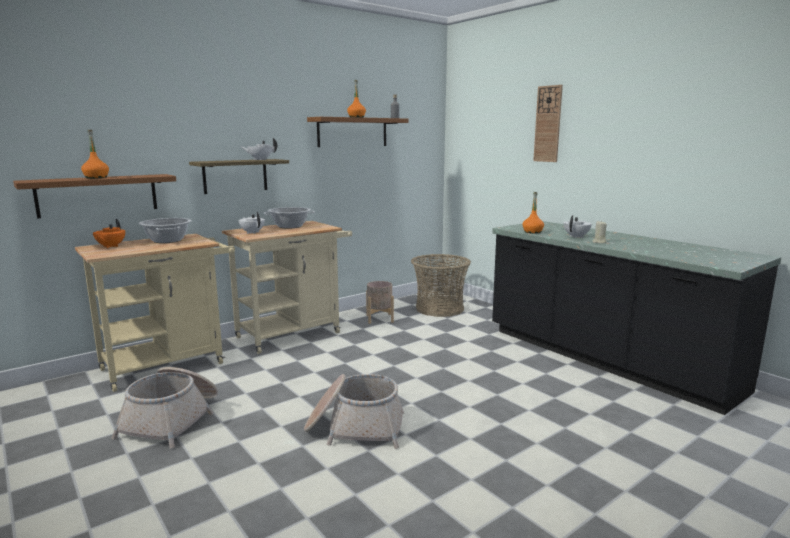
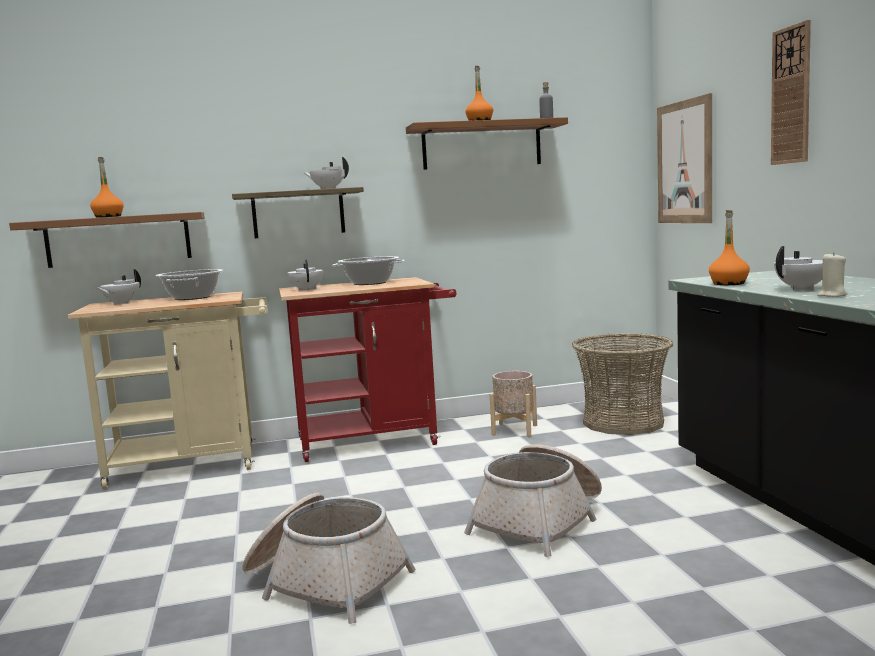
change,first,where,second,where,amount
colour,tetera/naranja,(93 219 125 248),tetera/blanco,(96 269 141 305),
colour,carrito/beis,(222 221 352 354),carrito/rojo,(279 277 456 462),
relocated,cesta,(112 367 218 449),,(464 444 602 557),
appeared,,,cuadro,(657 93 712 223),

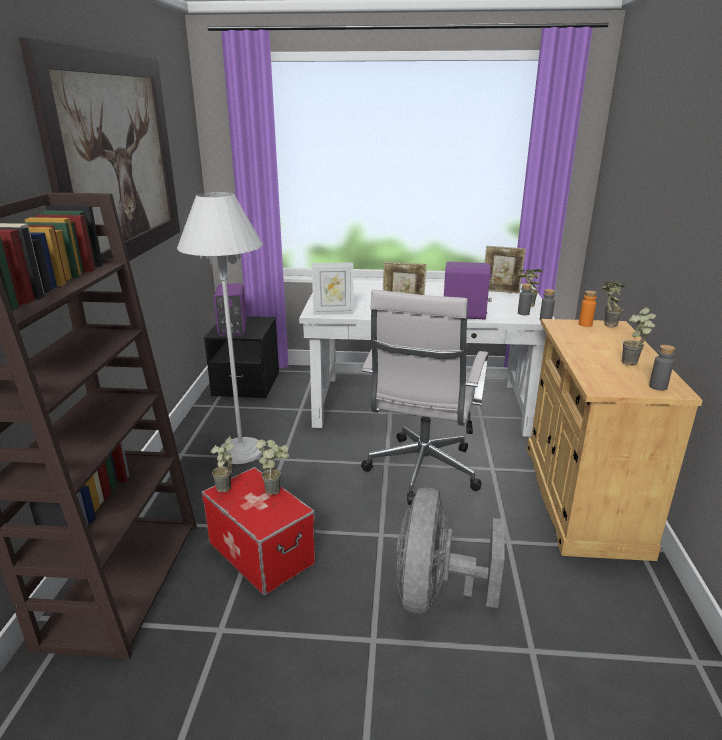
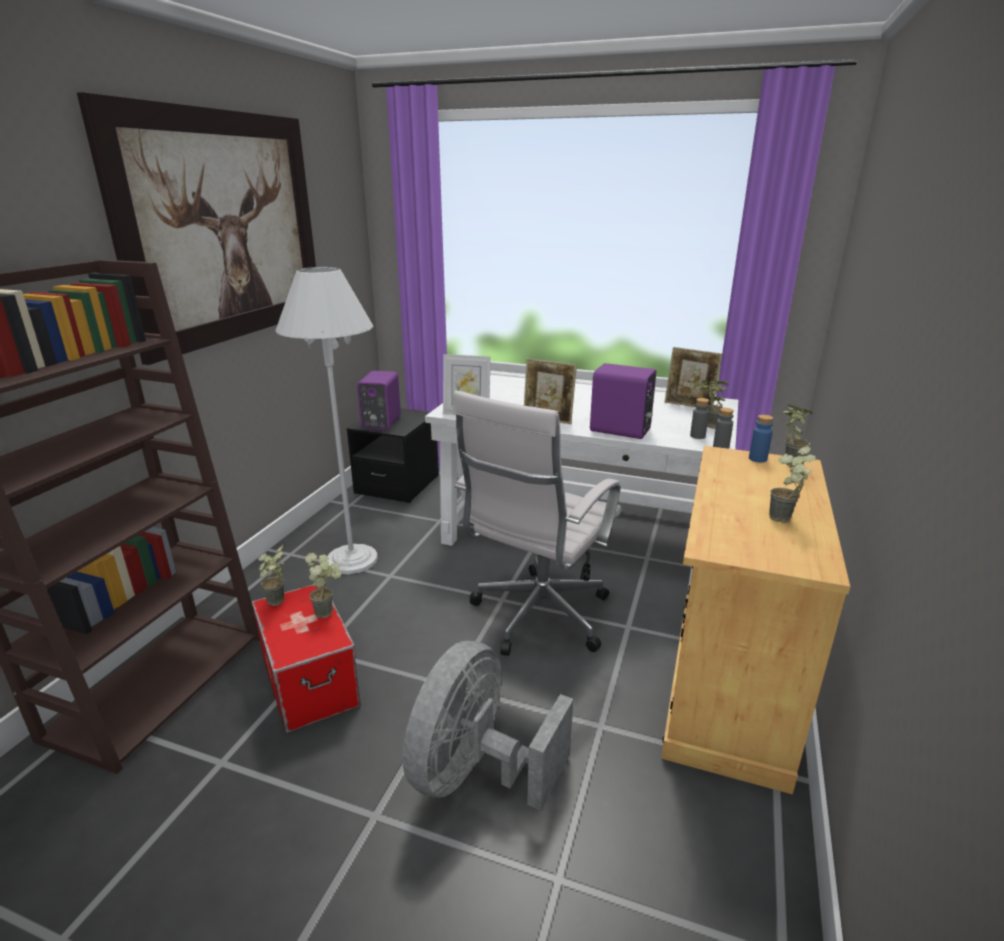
change,first,where,second,where,amount
colour,botella/naranja,(579 291 597 327),botella/azul,(749 415 773 463),
missing,botella/gris,(649 345 675 391),,,

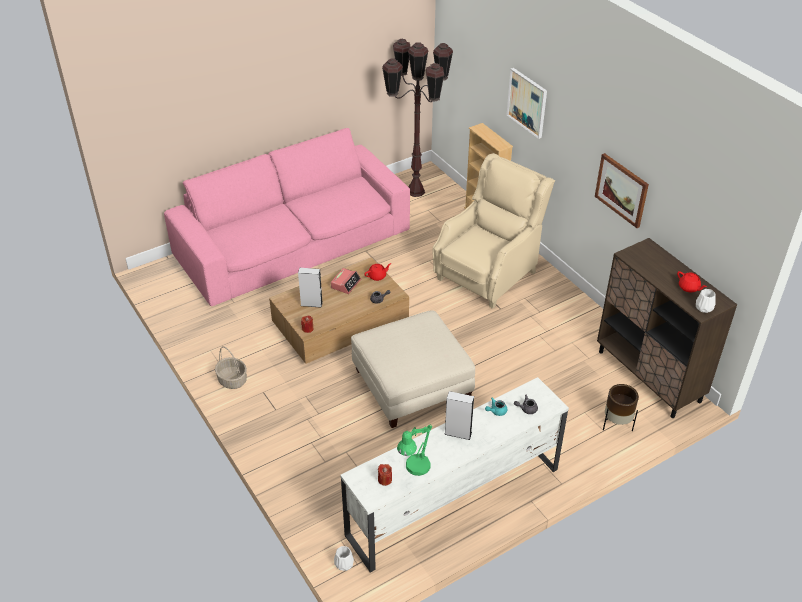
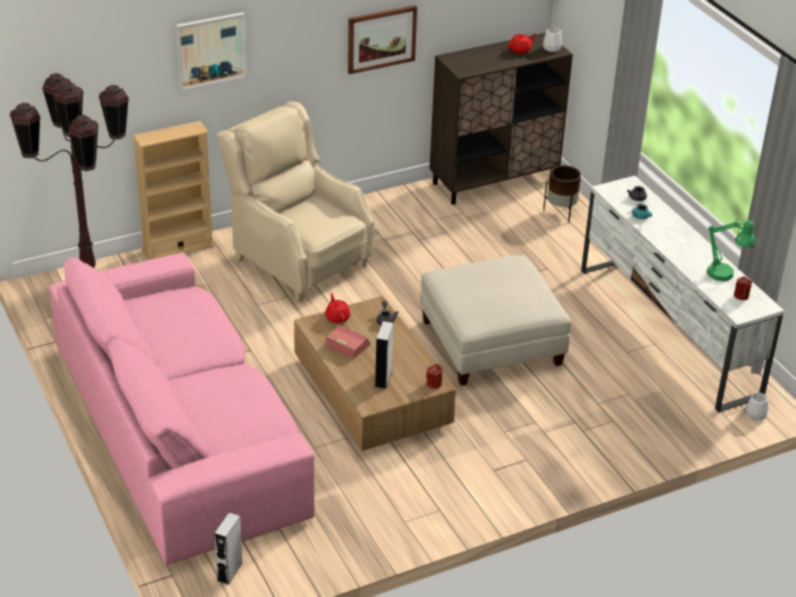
change,first,where,second,where,amount
relocated,altavoz/gris,(444 391 474 440),,(214 512 242 585),
missing,cesta,(215 346 247 389),,,

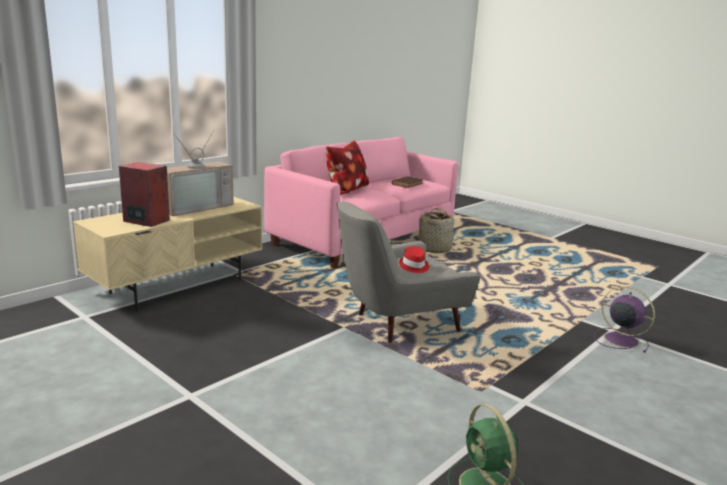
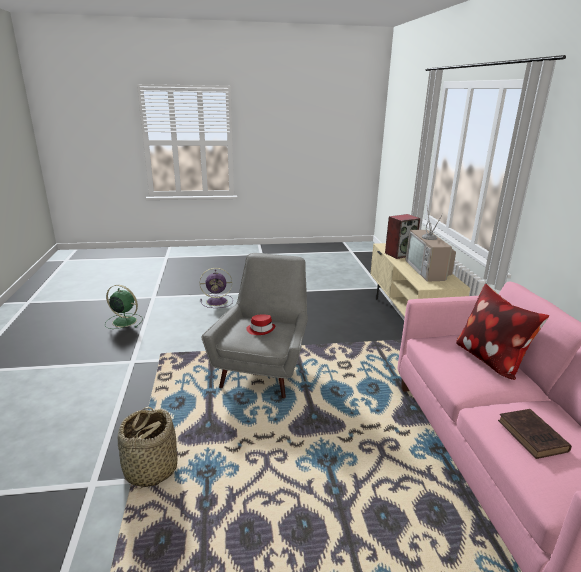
change,first,where,second,where,amount
relocated,cesta,(419 208 456 253),,(118 406 177 489),
relocated,ventilador/morado,(594 286 655 353),,(200 268 233 308),

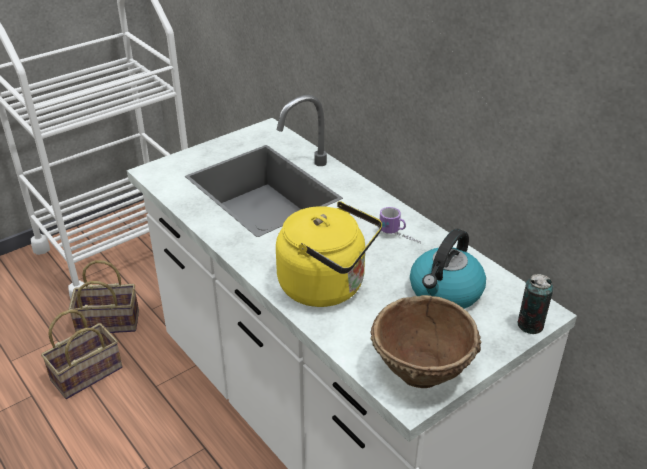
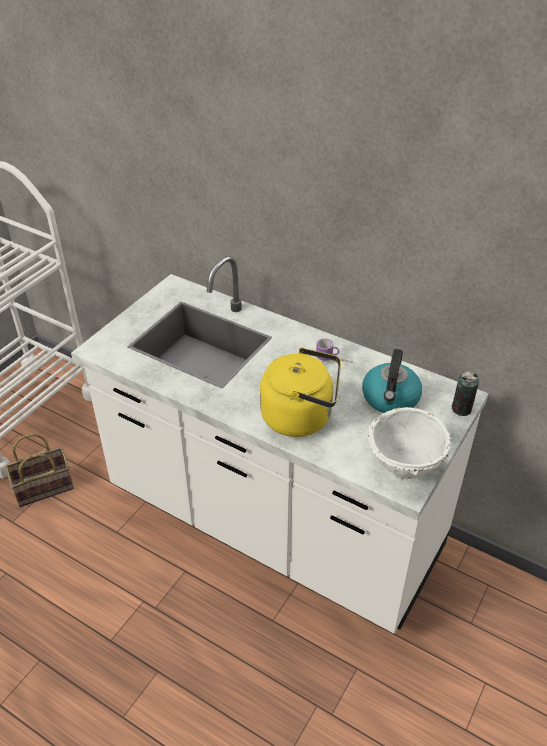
change,first,where,second,where,amount
colour,cuenco/marrón,(370 295 481 388),cuenco/blanco,(367 407 452 479),
missing,cesta,(41 310 123 399),,,

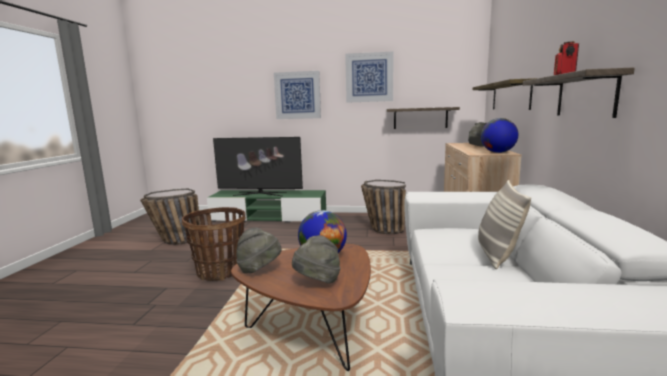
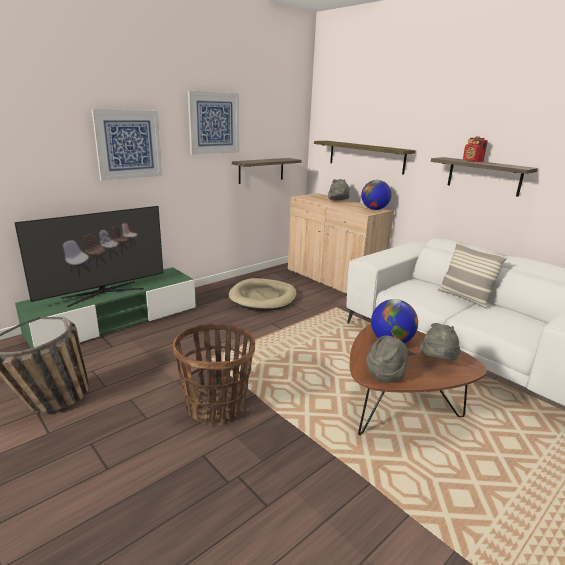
change,first,where,second,where,amount
exchanged,cesta,(361 180 406 234),cama para perro/beis,(229 278 297 311),

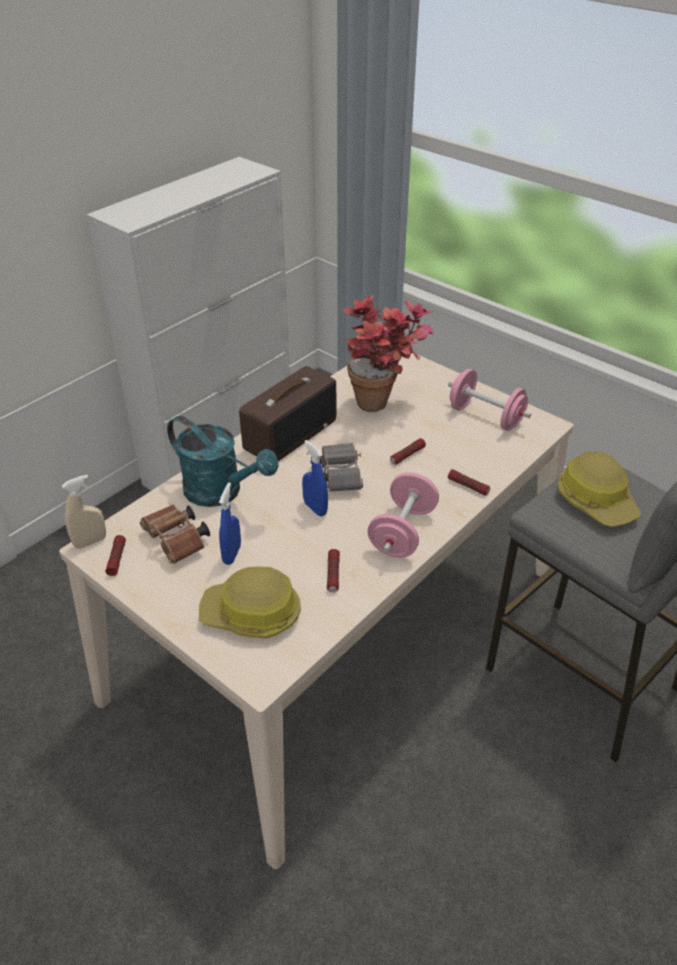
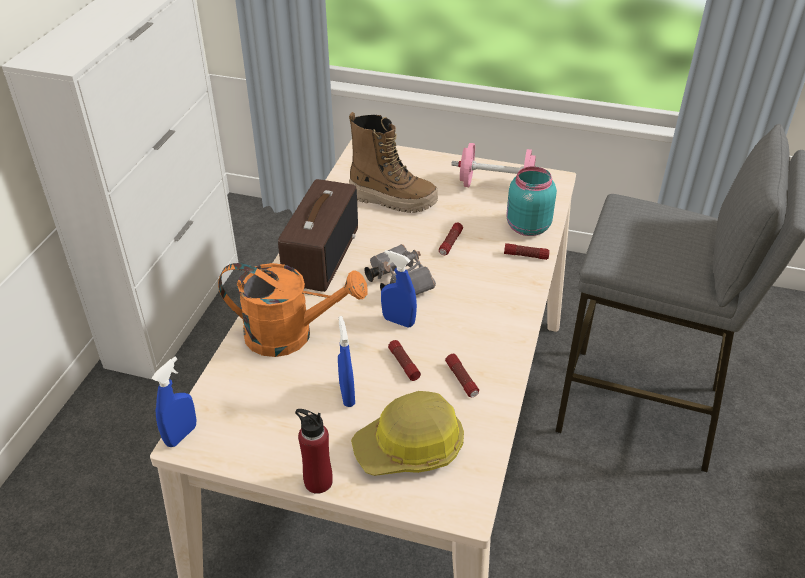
change,first,where,second,where,amount
colour,pulverizador/beis,(62 475 106 549),pulverizador/azul,(151 357 196 447),
colour,regadera/turquesa,(167 416 279 507),regadera/naranja,(218 263 368 357),
appeared,,,botella/rojo,(295 409 333 494),
exchanged,planta en maceta,(343 294 434 412),bota,(349 112 438 213),
relocated,linterna,(106 535 126 576),,(388 340 421 381),
appeared,,,tarro/turquesa,(506 166 557 236),
missing,prismáticos/marrón,(140 504 210 564),,,
missing,mancuerna/rosa,(368 472 439 558),,,
missing,casco,(558 451 641 527),,,

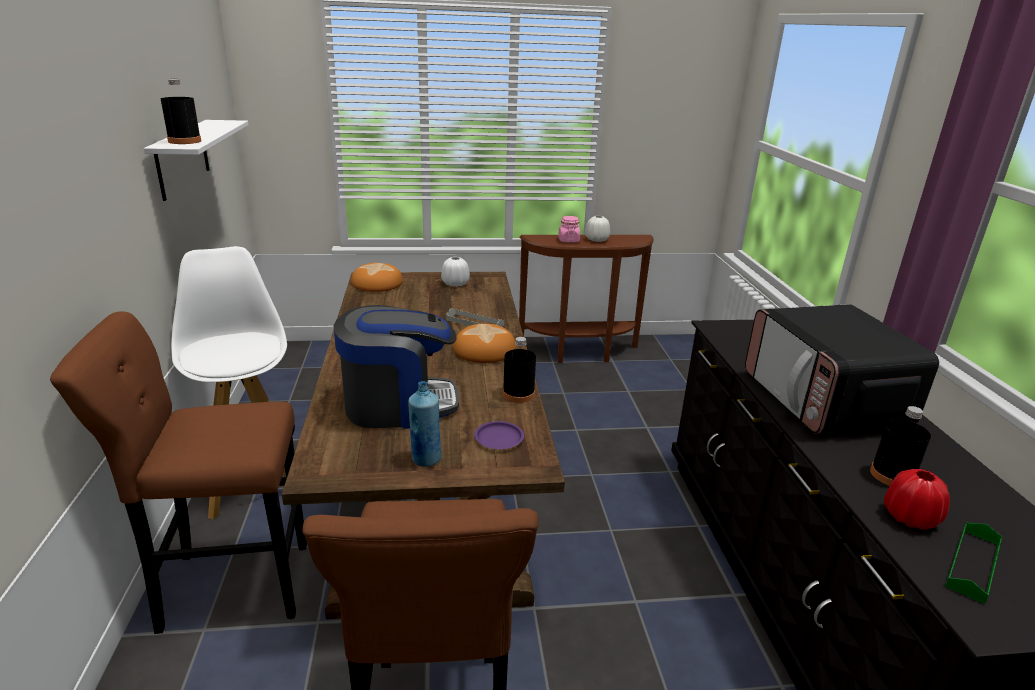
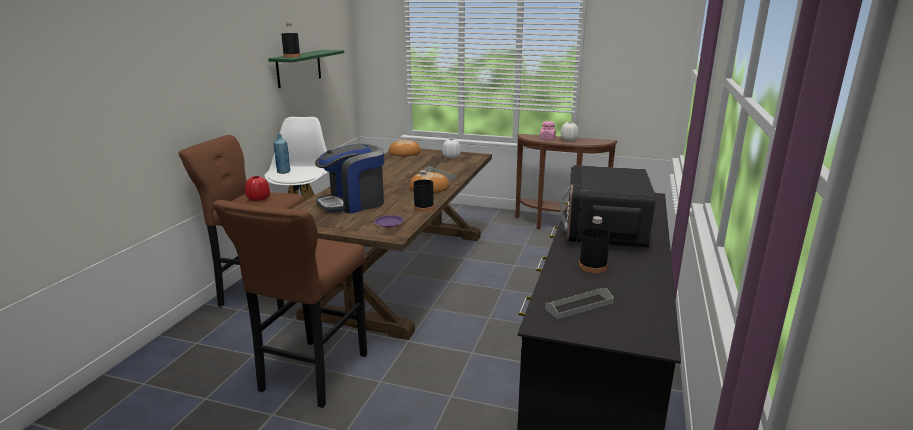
change,first,where,second,where,amount
relocated,florero/rojo,(884 469 950 530),,(245 176 270 201),
colour,estante/blanco,(144 120 249 201),estante/verde,(268 50 344 88),
relocated,botella/azul,(408 381 442 467),,(273 134 291 174),
spun,cafetera,(334 305 459 429),,(315 144 384 214),135 degrees clockwise
colour,bandeja/verde,(945 523 1002 604),bandeja/gris,(545 288 614 319),

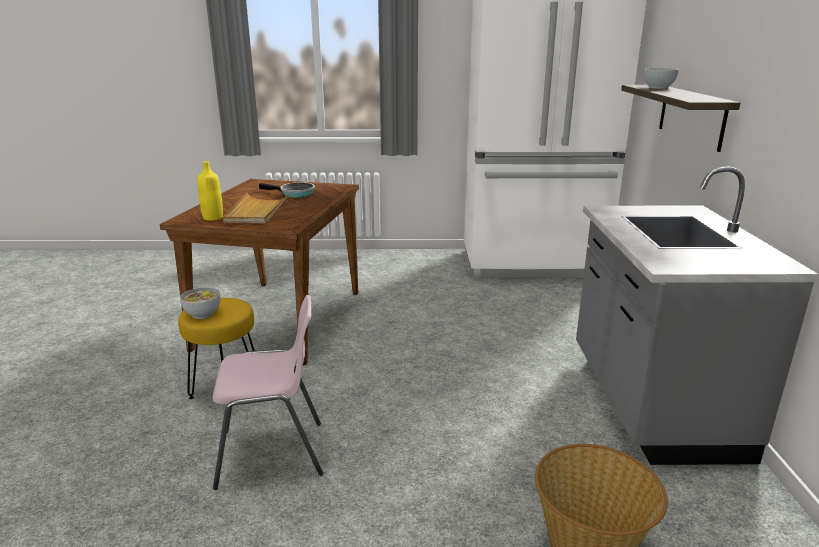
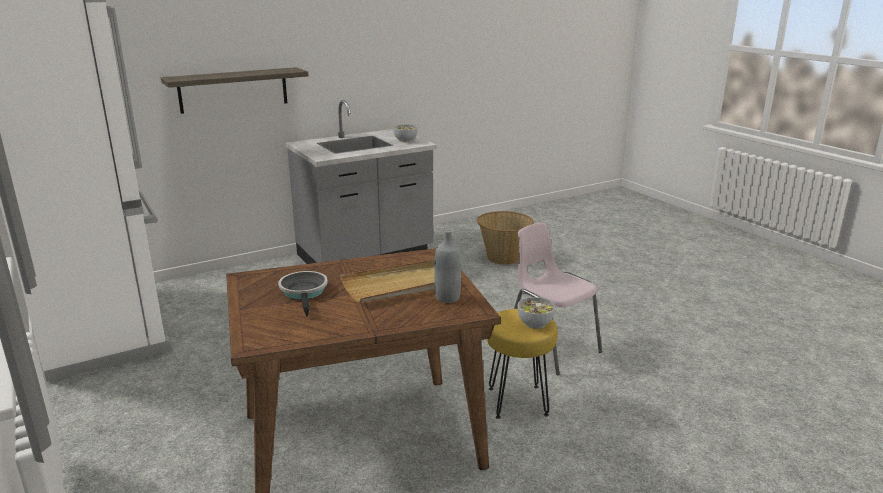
change,first,where,second,where,amount
relocated,cuenco,(644 68 679 89),,(393 124 418 142),
colour,botella/amarillo,(197 161 223 221),botella/gris,(434 230 461 303),

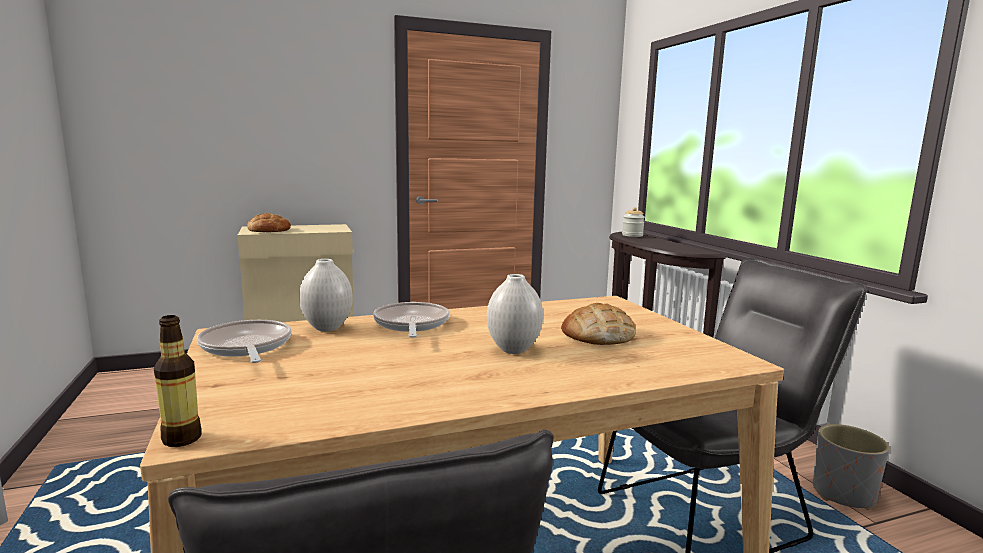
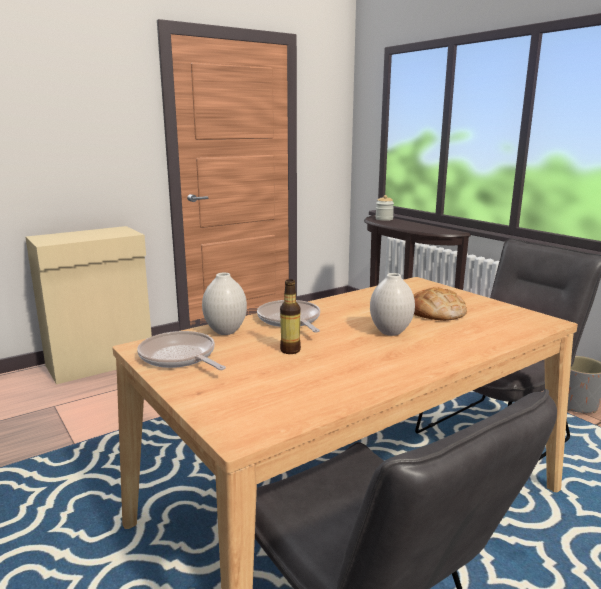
change,first,where,second,where,amount
relocated,botella,(154 315 202 447),,(280 279 301 354),
missing,pan,(247 213 291 232),,,

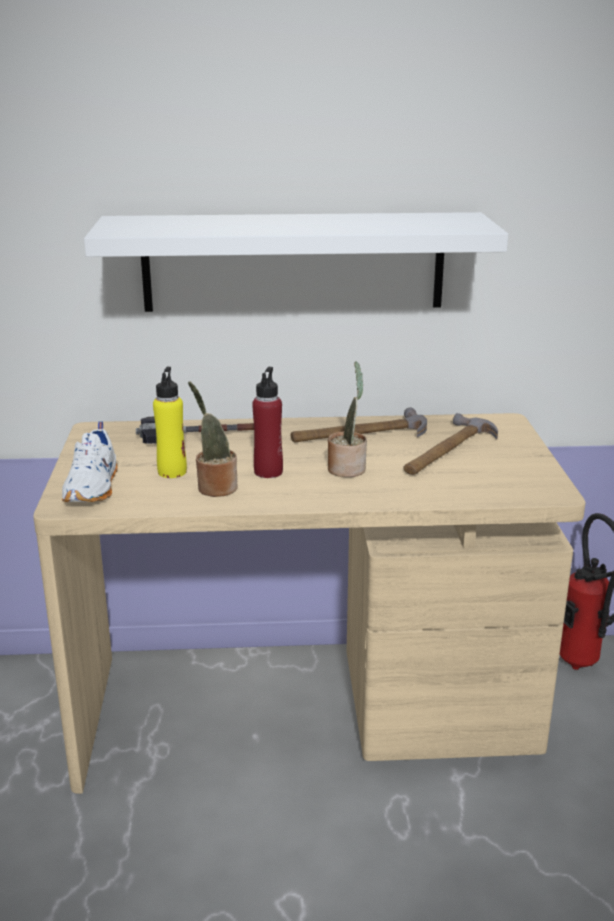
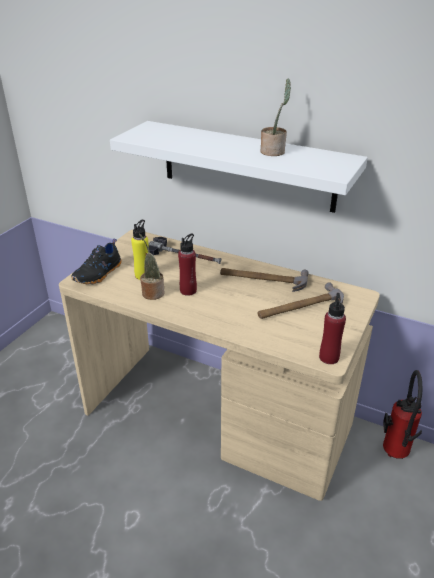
change,first,where,second,where,amount
colour,zapato/blanco,(62 422 117 502),zapato/negro,(72 239 122 284),
relocated,planta en maceta,(328 361 367 477),,(261 78 291 156),
appeared,,,botella/rojo,(319 293 346 364),

